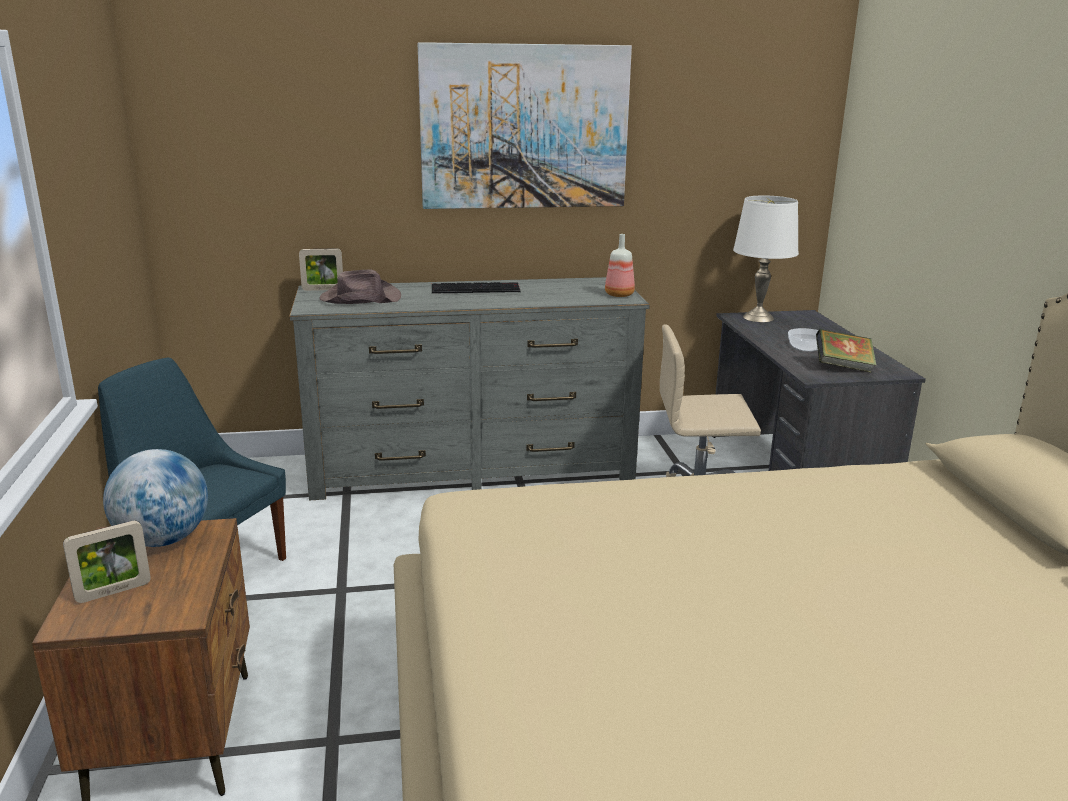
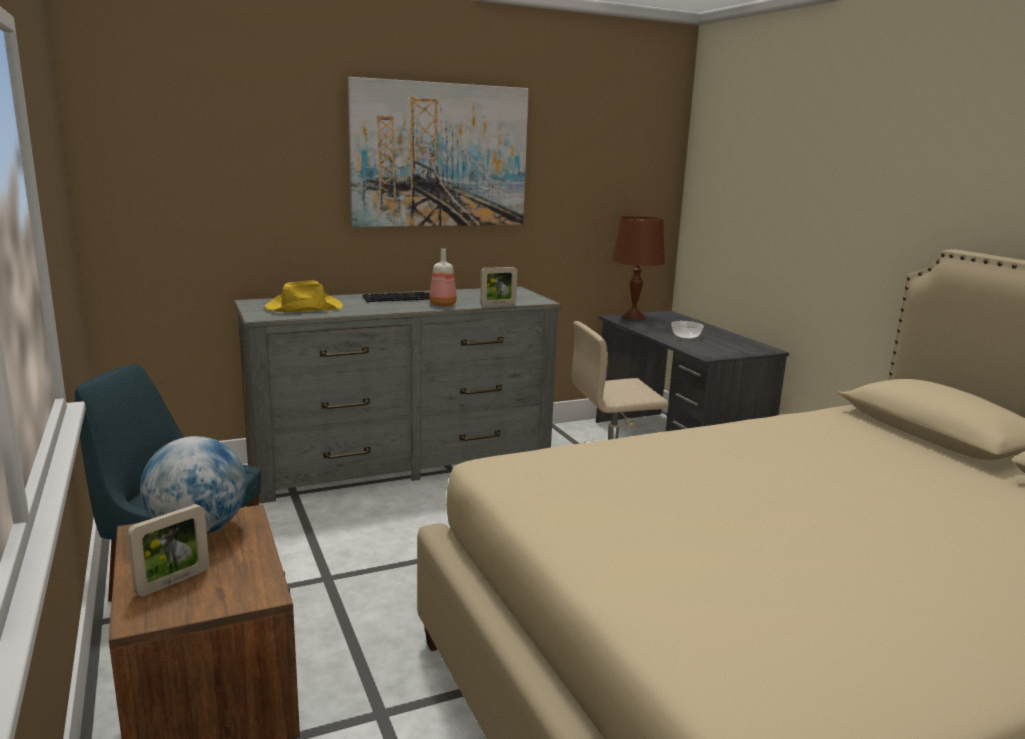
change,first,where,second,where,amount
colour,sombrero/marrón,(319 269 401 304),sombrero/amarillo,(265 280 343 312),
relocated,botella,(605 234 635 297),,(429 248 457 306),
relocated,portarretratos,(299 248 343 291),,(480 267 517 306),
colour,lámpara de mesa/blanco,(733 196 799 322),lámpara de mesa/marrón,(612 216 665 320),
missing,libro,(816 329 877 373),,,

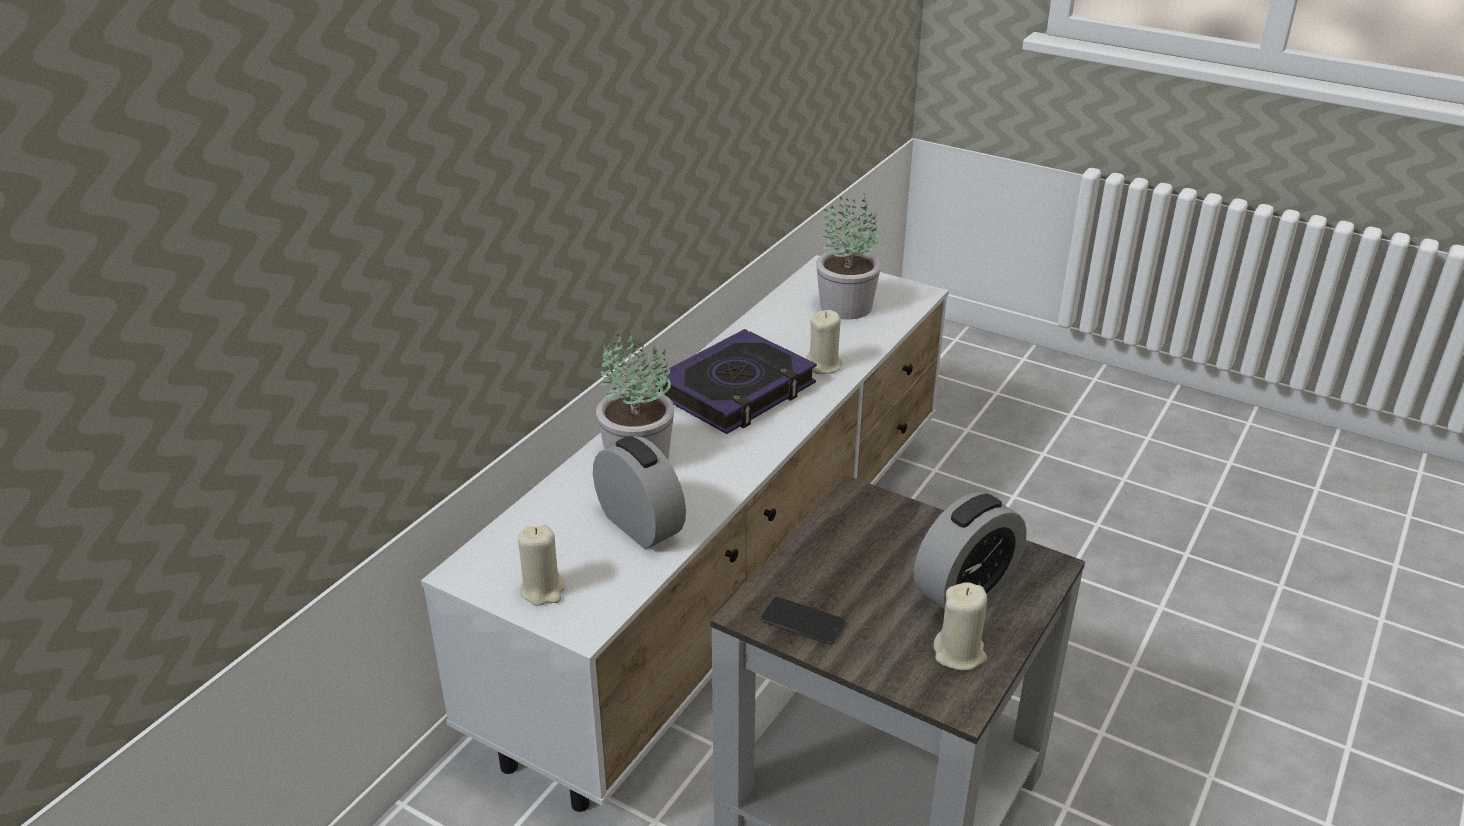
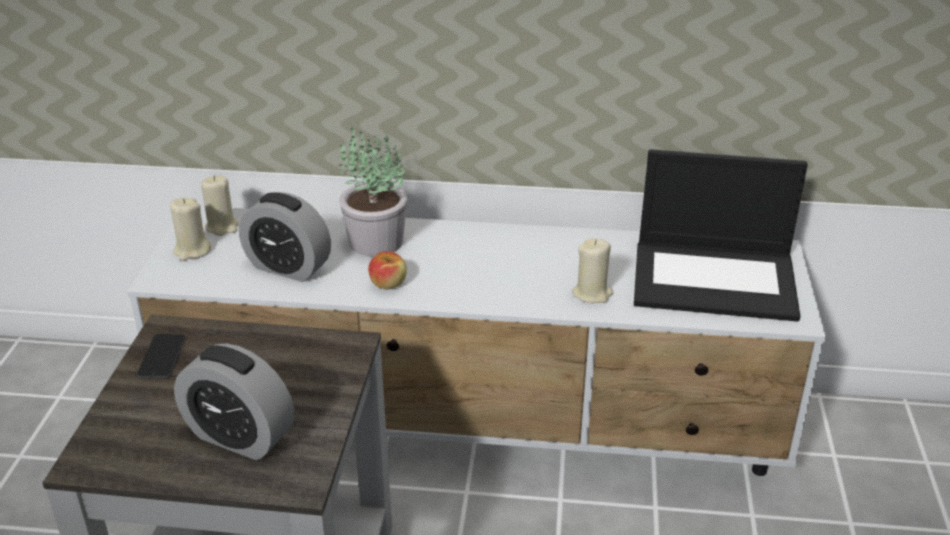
change,first,where,second,where,amount
relocated,vela/beis,(933 582 987 671),,(201 175 239 236),
spun,despertador,(593 436 686 549),,(239 192 331 282),90 degrees clockwise
appeared,,,manzana,(368 251 407 289),
exchanged,planta en maceta,(816 193 881 319),portátil,(634 149 808 322),
missing,libro,(655 329 817 434),,,

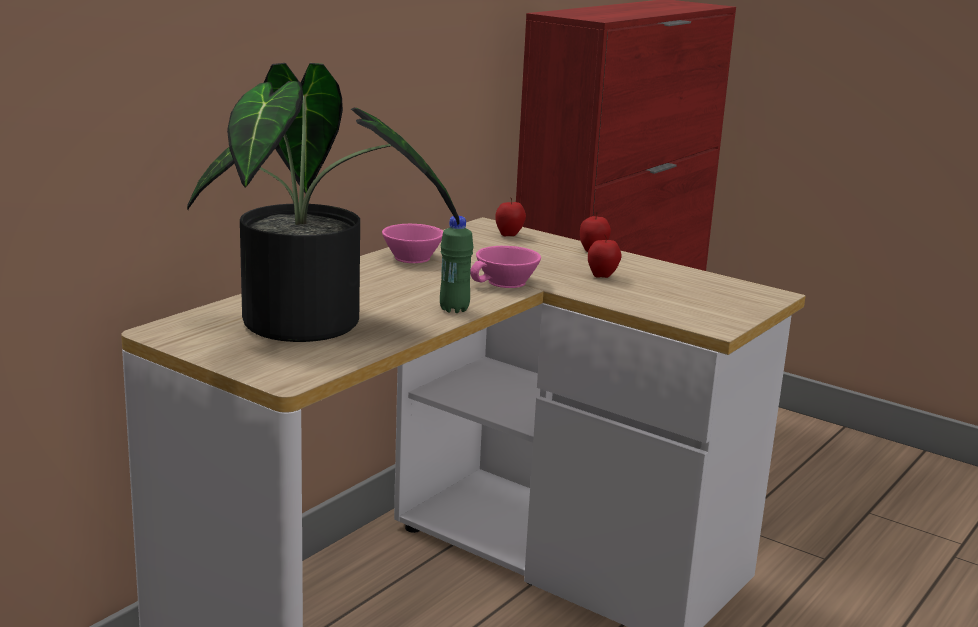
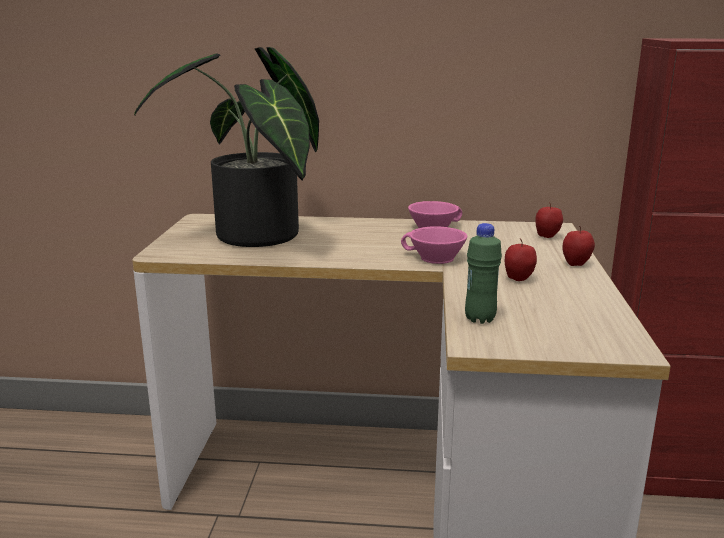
change,first,where,second,where,amount
relocated,botella/verde,(440 216 474 313),,(465 223 502 324),

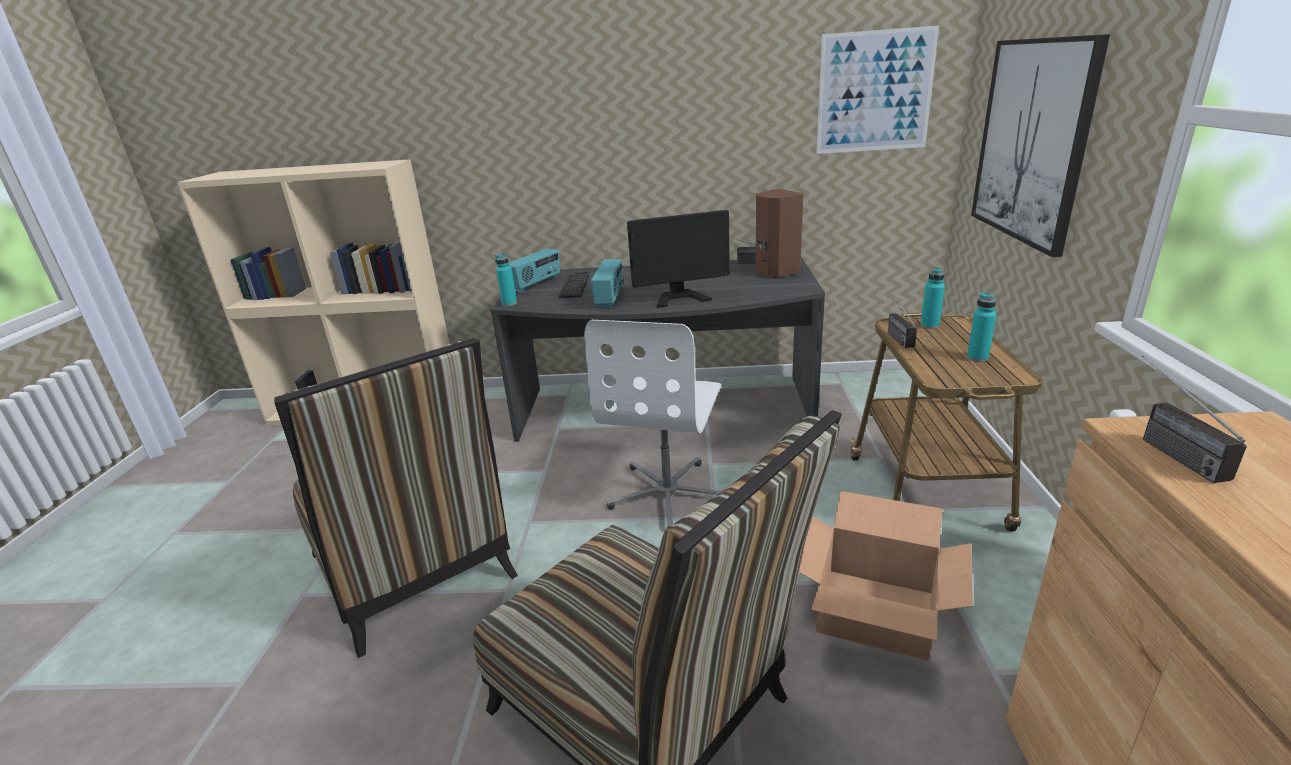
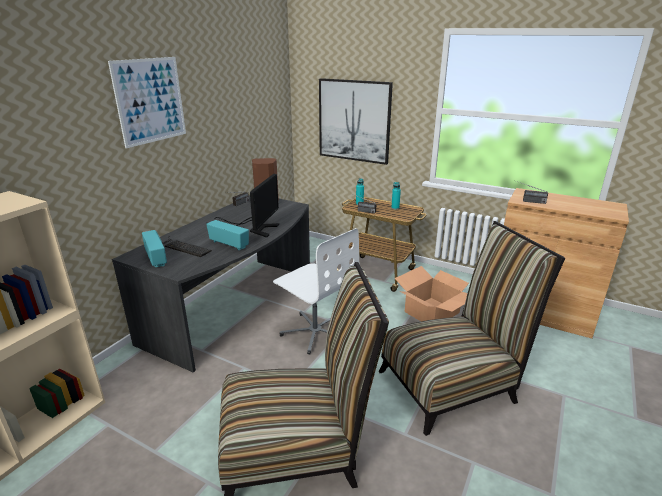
change,first,where,second,where,amount
relocated,cuadro,(816 26 939 154),,(108 57 186 148),
missing,botella/turquesa,(495 253 517 306),,,

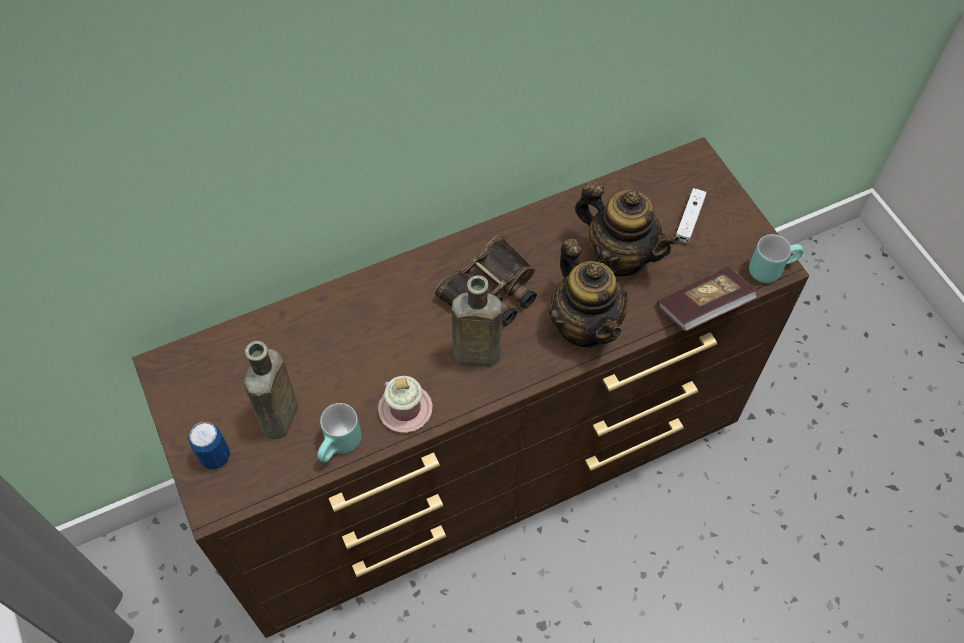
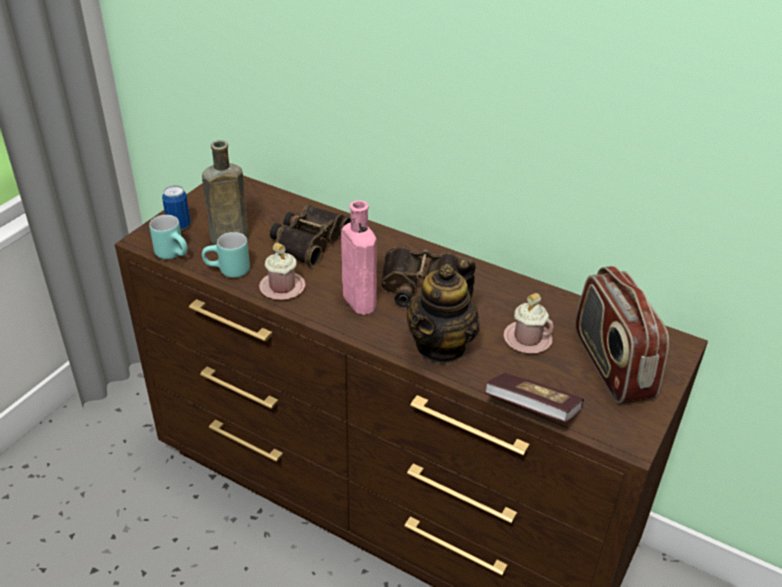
change,first,where,second,where,amount
relocated,taza grande/turquesa,(749 234 804 283),,(149 215 188 259),
appeared,,,prismáticos,(270 205 351 267),
colour,botella/marrón,(452 275 503 366),botella/rosa,(341 200 377 315),
exchanged,tetera,(575 181 680 276),taza grande/rosa,(504 293 554 354),
exchanged,mando de consola/blanco,(676 188 707 243),radio,(575 266 669 404),

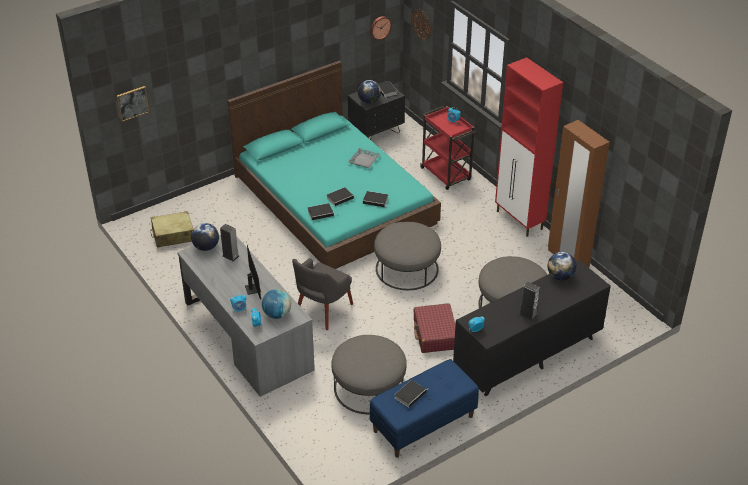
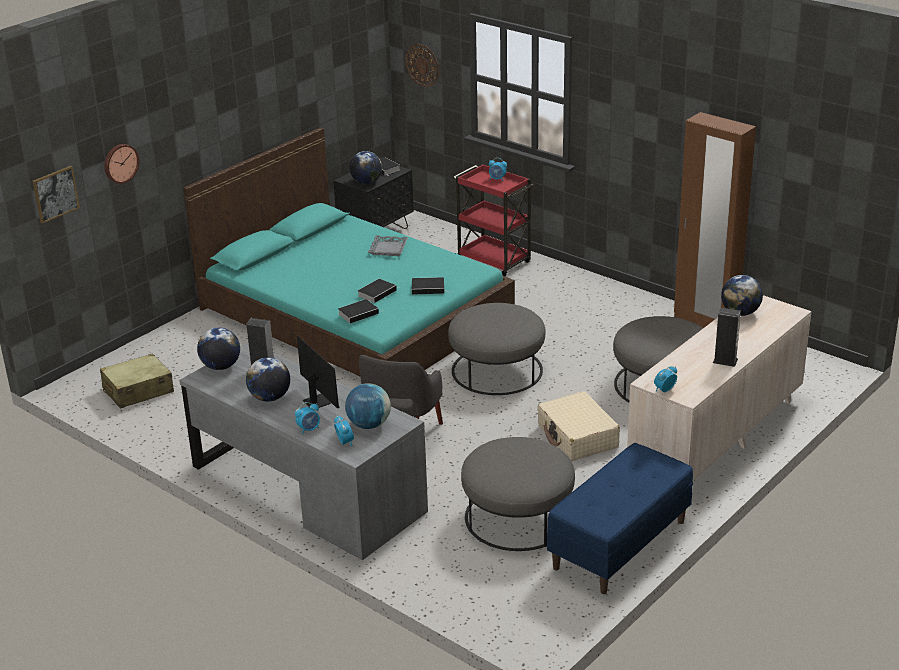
change,first,where,second,where,amount
relocated,reloj de pared,(370 16 392 40),,(104 144 139 184),
appeared,,,globo terráqueo,(246 357 290 402),
colour,maleta/rojo,(413 303 456 353),maleta/beis,(537 391 620 461),
colour,cómoda/negro,(453 260 611 396),cómoda/beis,(627 295 812 482),
missing,libro,(395 380 427 408),,,
missing,armario/rojo,(495 57 563 237),,,

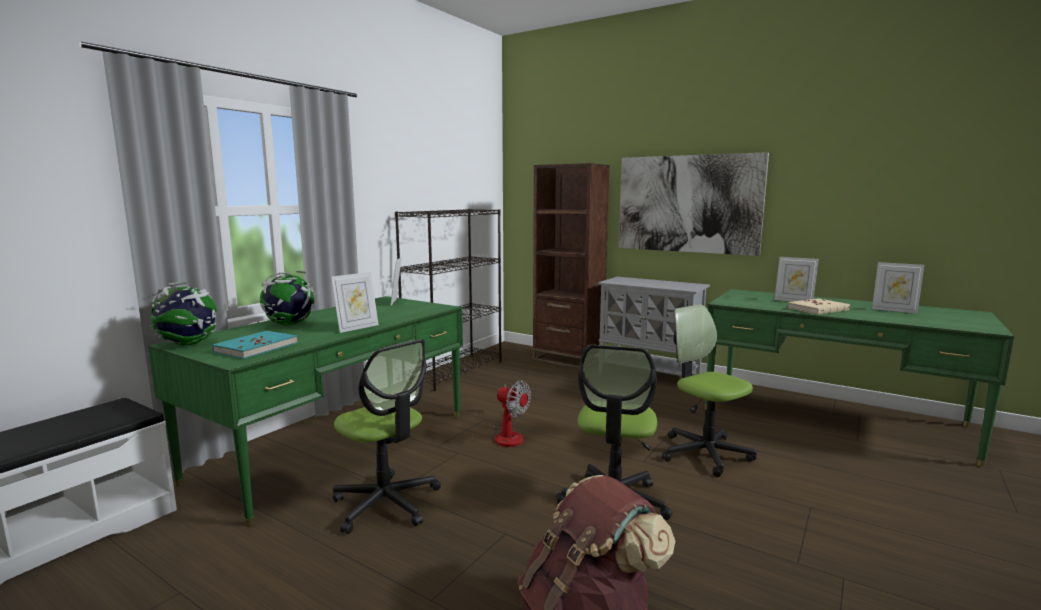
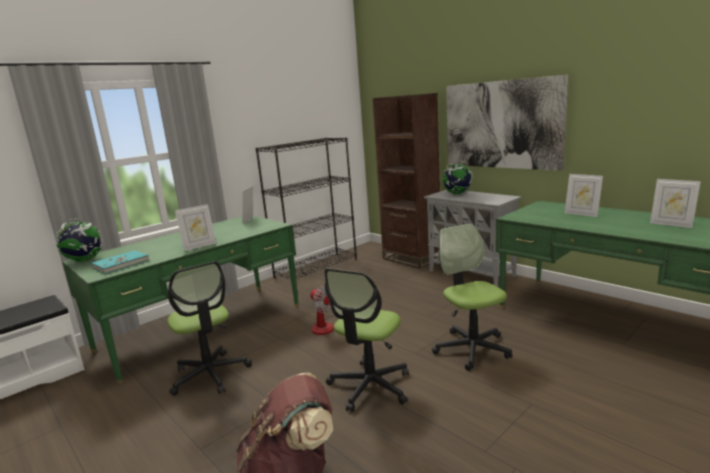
change,first,where,second,where,amount
relocated,globo terráqueo,(260 271 315 325),,(442 162 473 194),
missing,libro/beis,(787 298 850 315),,,

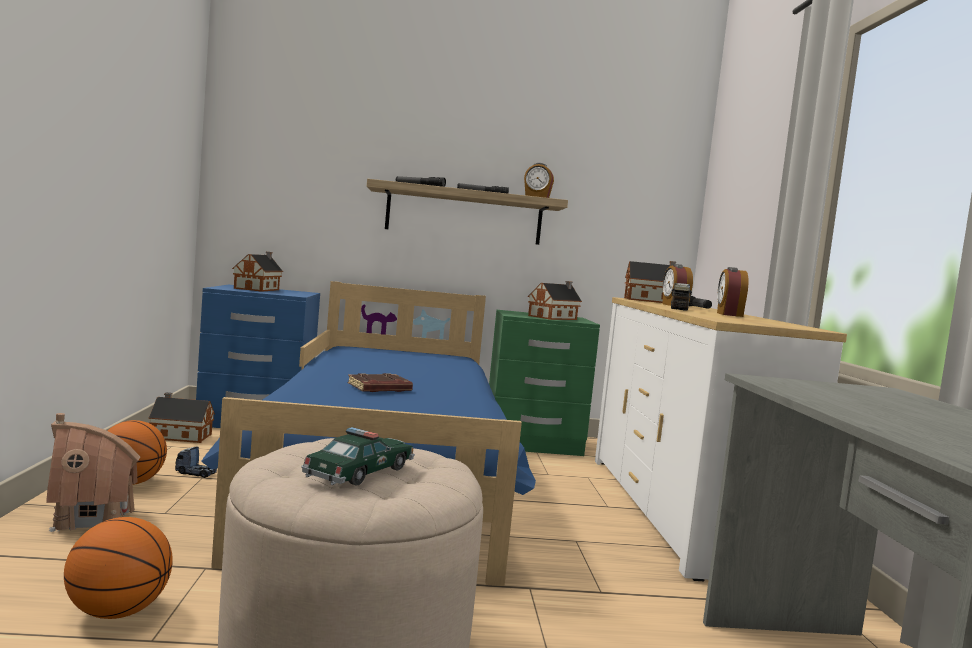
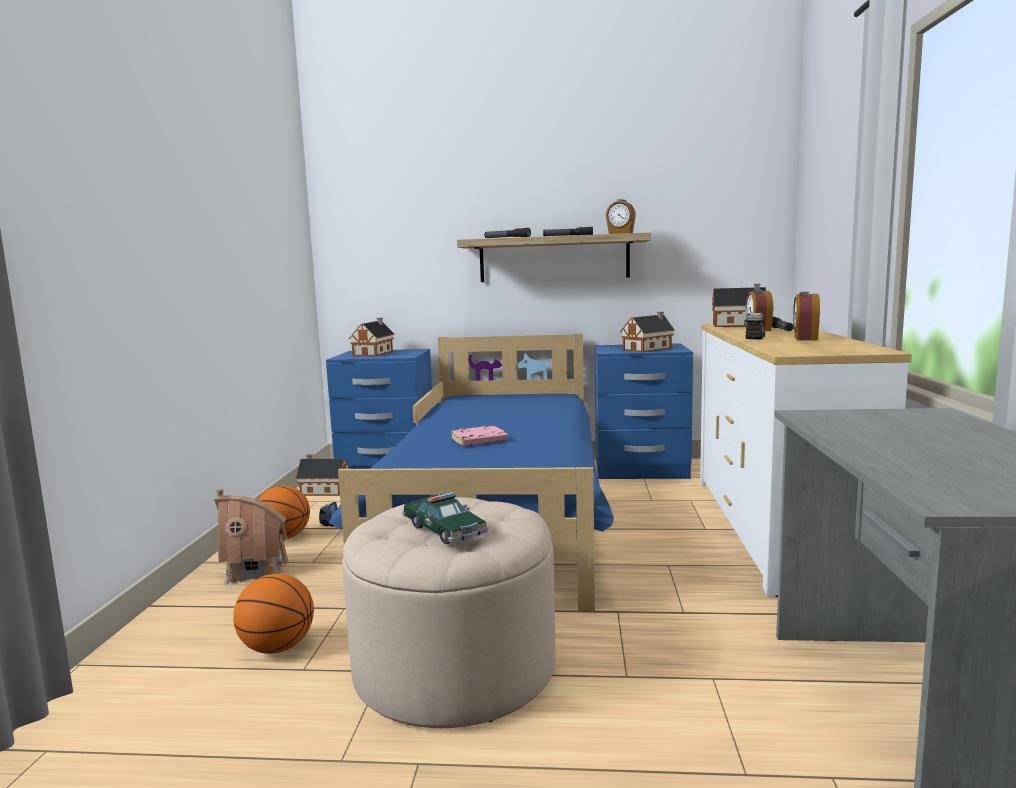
change,first,where,second,where,amount
spun,coche de juguete,(301 427 415 486),,(402 492 488 544),105 degrees clockwise
colour,libro/marrón,(348 373 413 392),libro/rosa,(451 425 508 446),
colour,mesita de noche/verde,(489 310 600 456),mesita de noche/azul,(595 343 693 479),

